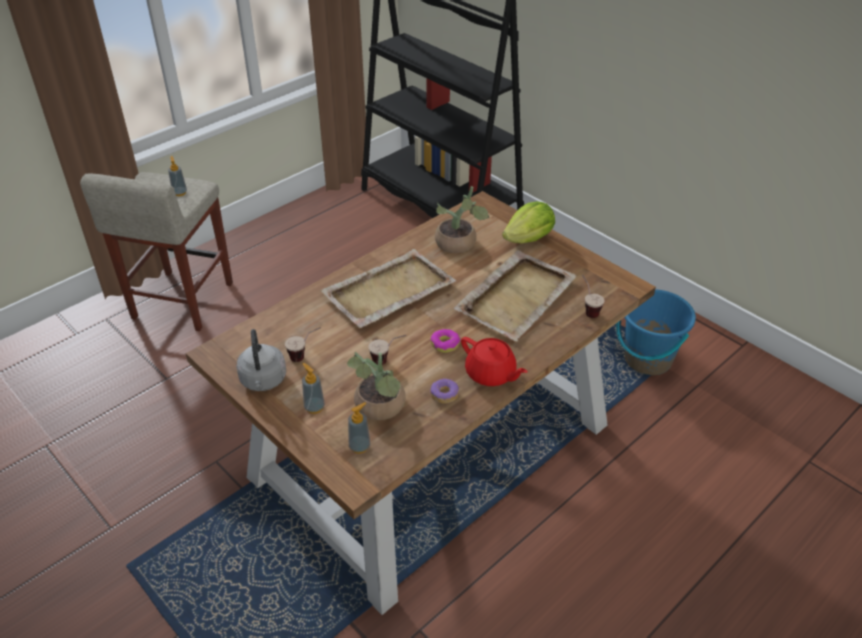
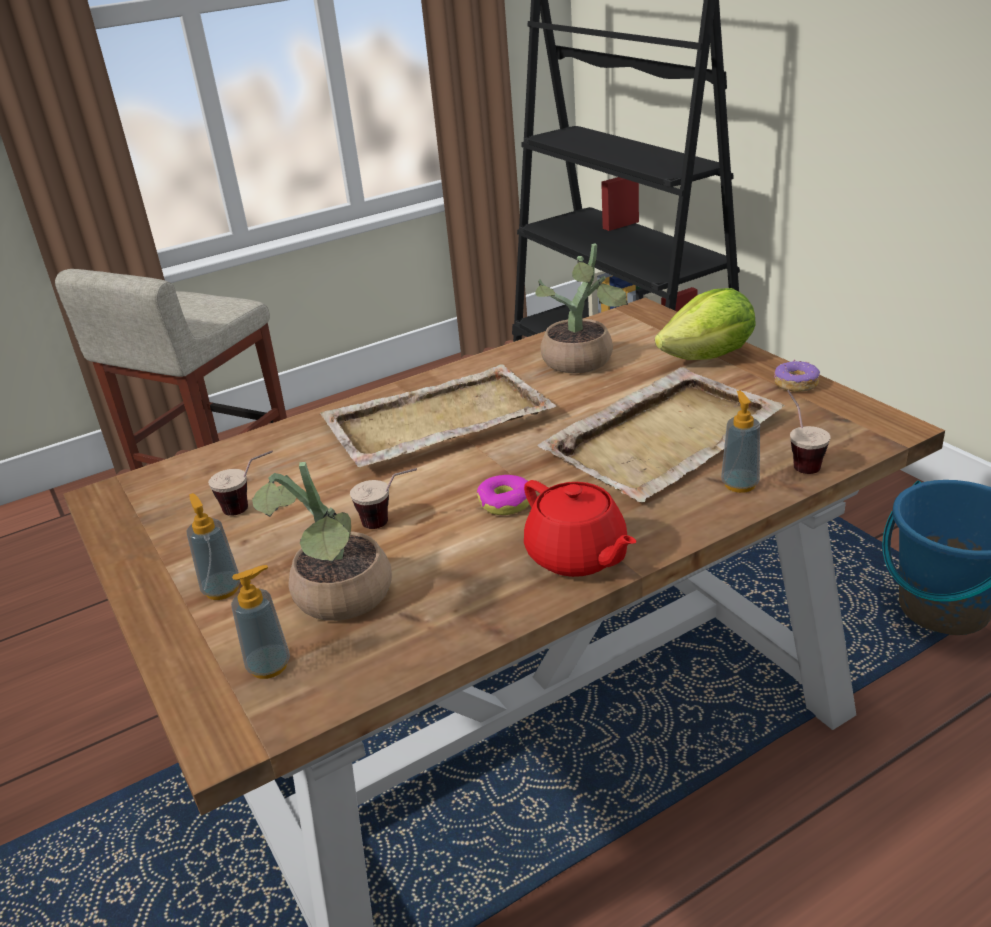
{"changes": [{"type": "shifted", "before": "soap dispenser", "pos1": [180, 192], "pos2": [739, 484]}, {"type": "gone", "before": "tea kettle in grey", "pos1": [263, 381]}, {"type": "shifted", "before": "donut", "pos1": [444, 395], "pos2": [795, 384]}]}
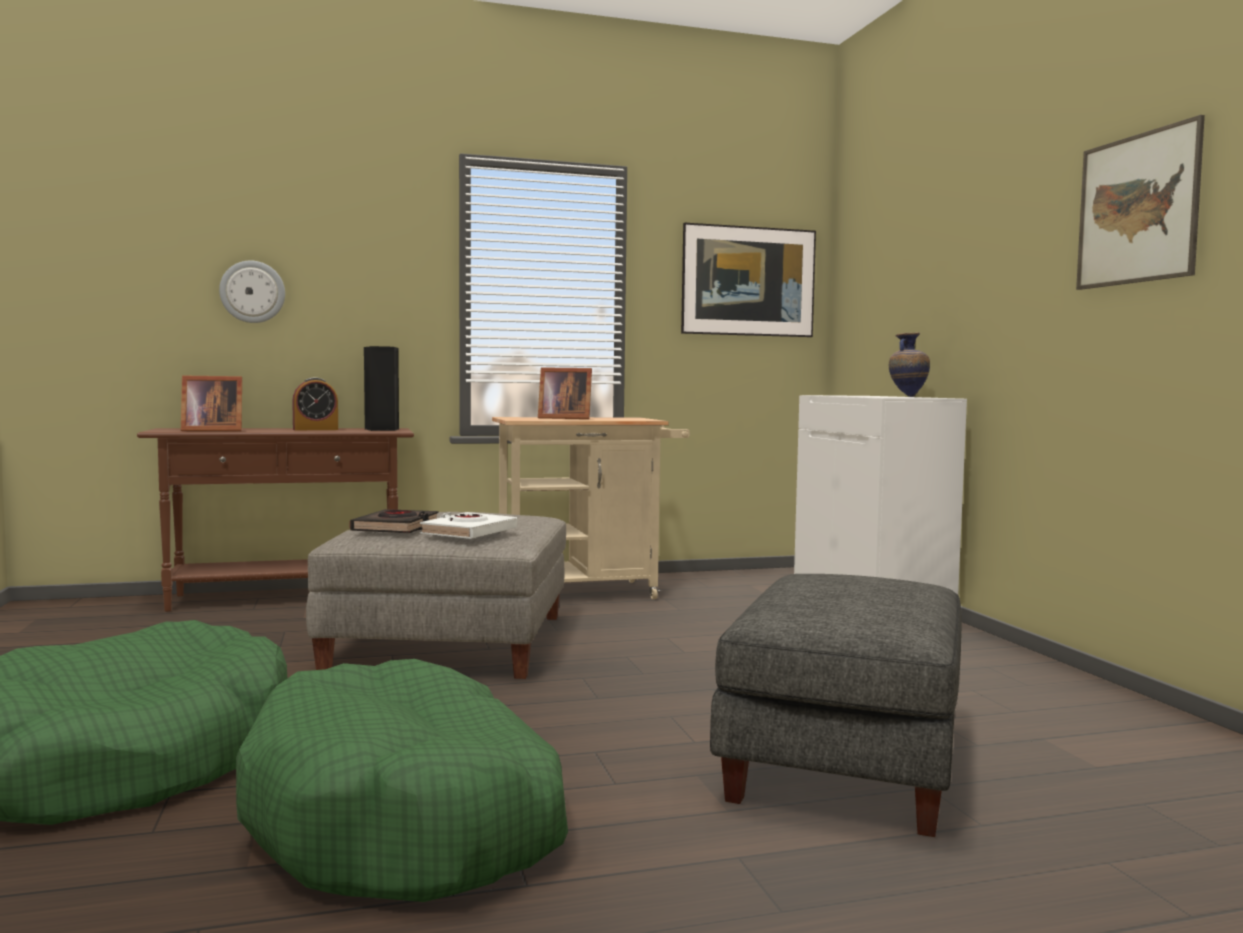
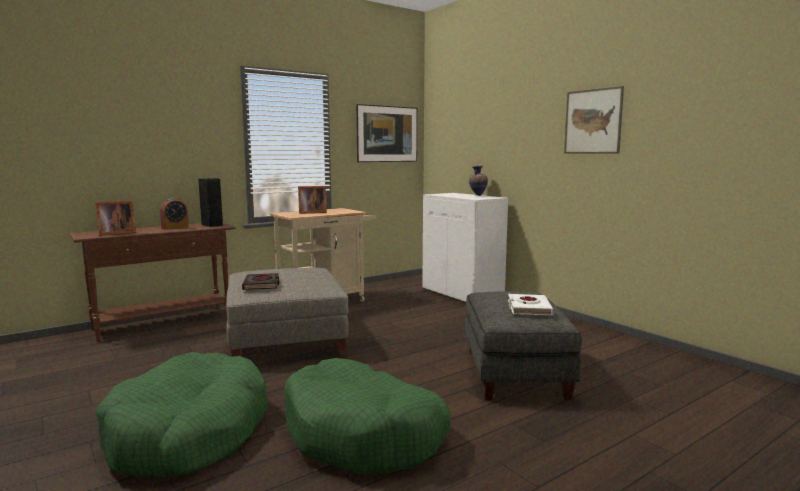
{"changes": [{"type": "gone", "before": "hanging clock", "pos1": [252, 292]}, {"type": "shifted", "before": "bound book in whitish", "pos1": [469, 532], "pos2": [529, 308]}]}
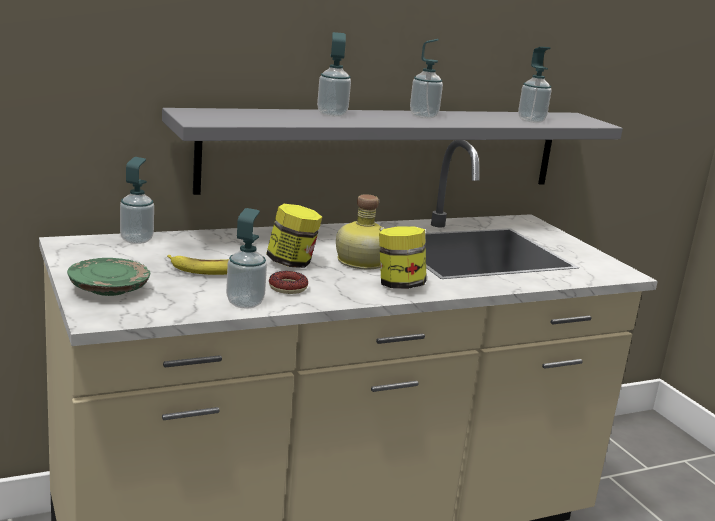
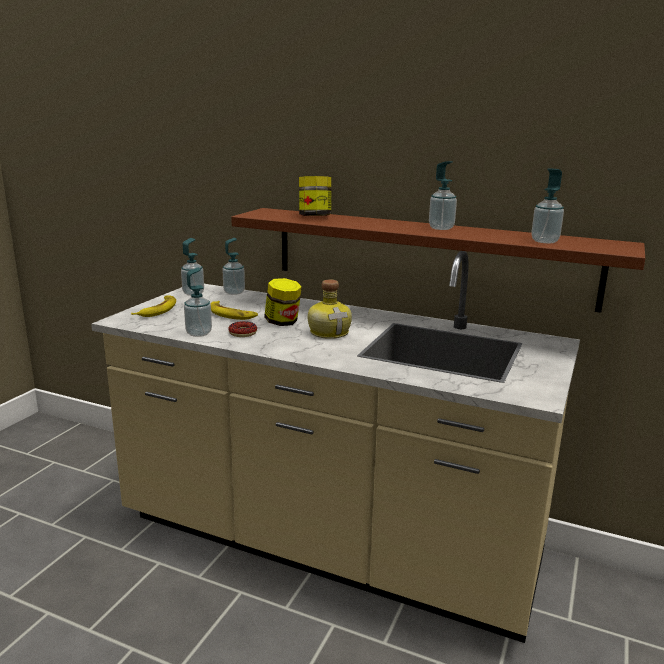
{"changes": [{"type": "shifted", "before": "soap dispenser", "pos1": [332, 114], "pos2": [193, 293]}, {"type": "repainted", "before": "wall shelf in grey", "after": "wall shelf in brownish", "pos1": [388, 149], "pos2": [429, 256]}, {"type": "shifted", "before": "preserve jar", "pos1": [399, 285], "pos2": [315, 217]}, {"type": "swapped", "before": "plate in greenish", "after": "banana fruit", "pos1": [109, 289], "pos2": [158, 310]}]}
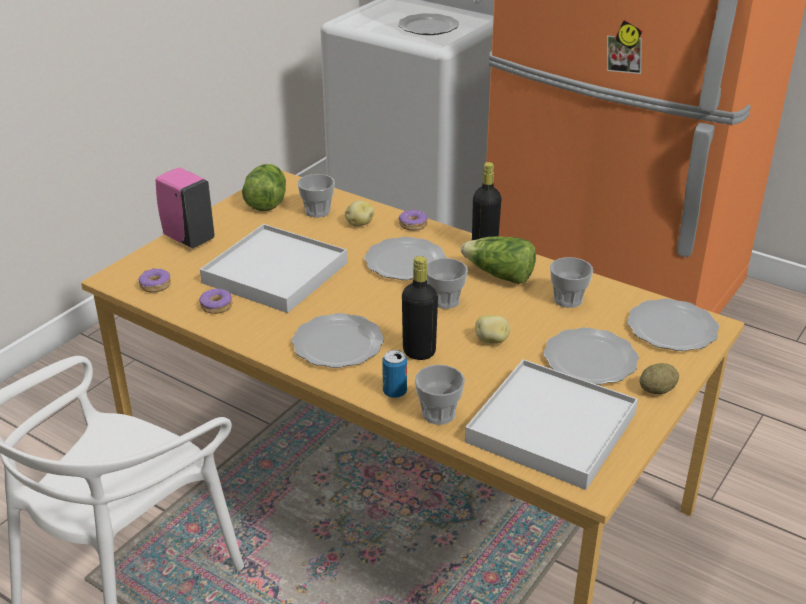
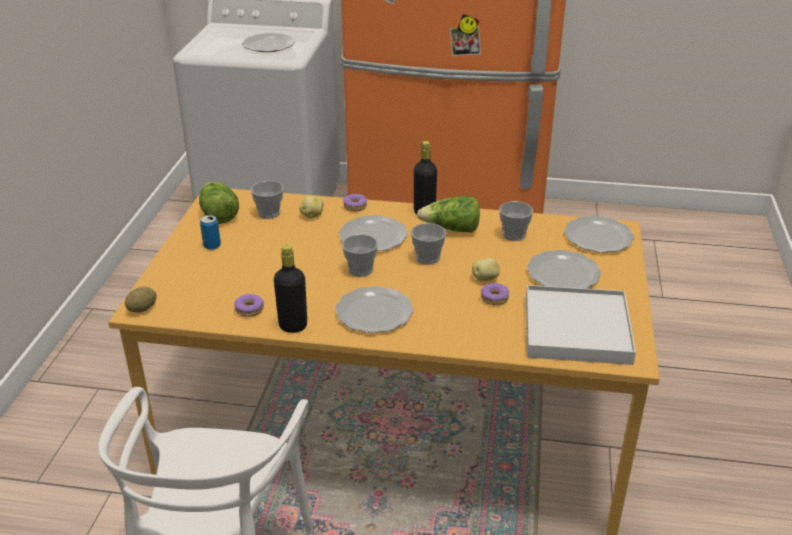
{"changes": [{"type": "gone", "before": "soap dispenser in pinkish", "pos1": [187, 238]}, {"type": "gone", "before": "serving tray in whitish", "pos1": [275, 272]}, {"type": "shifted", "before": "beverage bottle in black", "pos1": [419, 352], "pos2": [293, 326]}, {"type": "shifted", "before": "donut", "pos1": [155, 285], "pos2": [494, 298]}, {"type": "shifted", "before": "can", "pos1": [394, 392], "pos2": [212, 246]}, {"type": "shifted", "before": "whole potato", "pos1": [657, 390], "pos2": [142, 309]}, {"type": "shifted", "before": "small cup", "pos1": [438, 414], "pos2": [360, 270]}]}
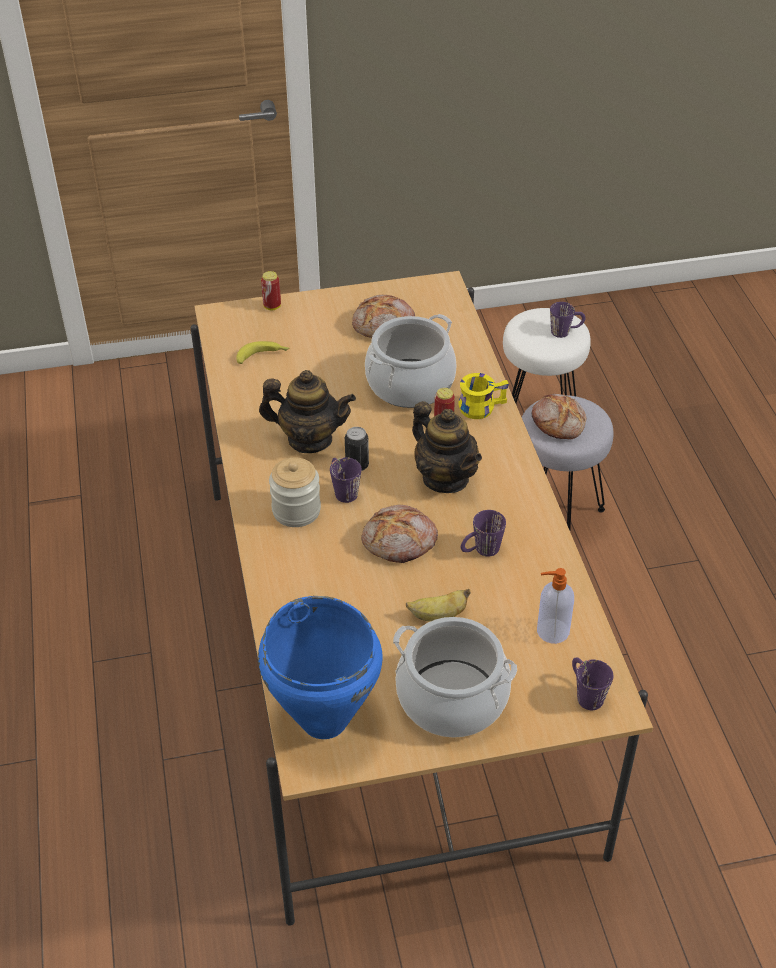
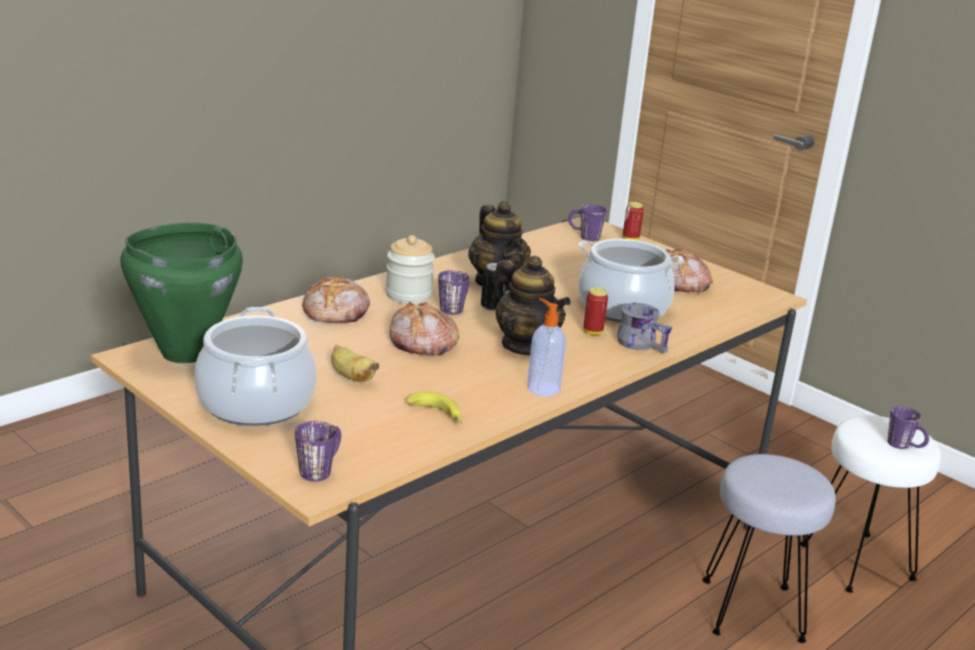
{"changes": [{"type": "shifted", "before": "banana fruit", "pos1": [263, 356], "pos2": [438, 415]}, {"type": "repainted", "before": "tea mug in yellow", "after": "tea mug in grey", "pos1": [480, 405], "pos2": [642, 343]}, {"type": "shifted", "before": "bread", "pos1": [559, 422], "pos2": [337, 312]}, {"type": "rotated", "before": "pot for tea", "pos1": [445, 478], "pos2": [525, 346], "turn": -60}, {"type": "shifted", "before": "tea mug in purple-coloured", "pos1": [481, 551], "pos2": [584, 236]}, {"type": "shifted", "before": "soap dispenser", "pos1": [551, 631], "pos2": [542, 388]}, {"type": "repainted", "before": "stockpot in bluish", "after": "stockpot in greenish", "pos1": [323, 720], "pos2": [184, 353]}]}
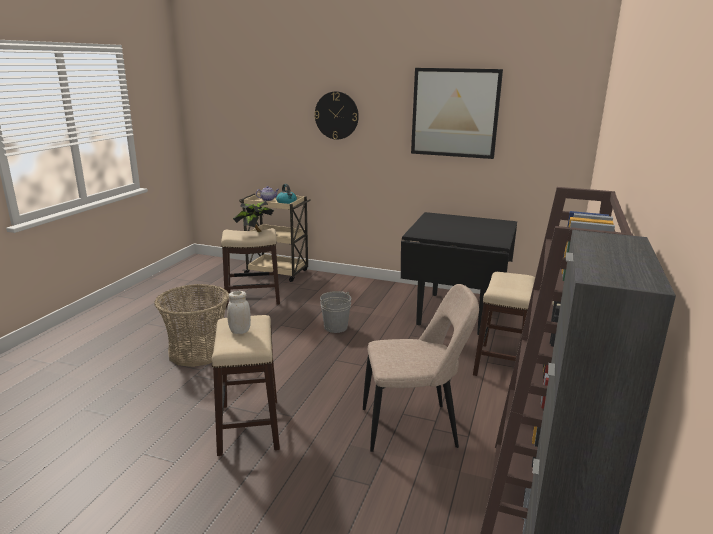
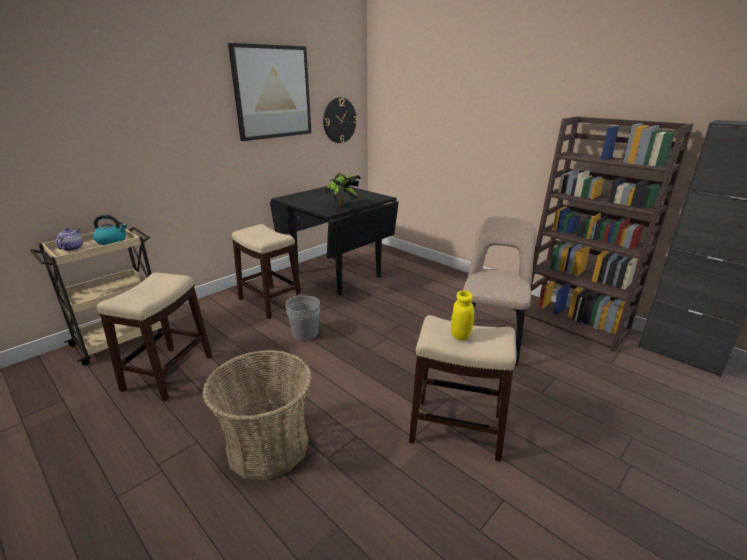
{"changes": [{"type": "shifted", "before": "hanging clock", "pos1": [336, 115], "pos2": [339, 120]}, {"type": "shifted", "before": "potted plant", "pos1": [255, 232], "pos2": [343, 207]}, {"type": "shifted", "before": "stool seat", "pos1": [501, 363], "pos2": [269, 301]}, {"type": "repainted", "before": "preserve jar in whitish", "after": "preserve jar in yellow", "pos1": [240, 331], "pos2": [460, 335]}]}
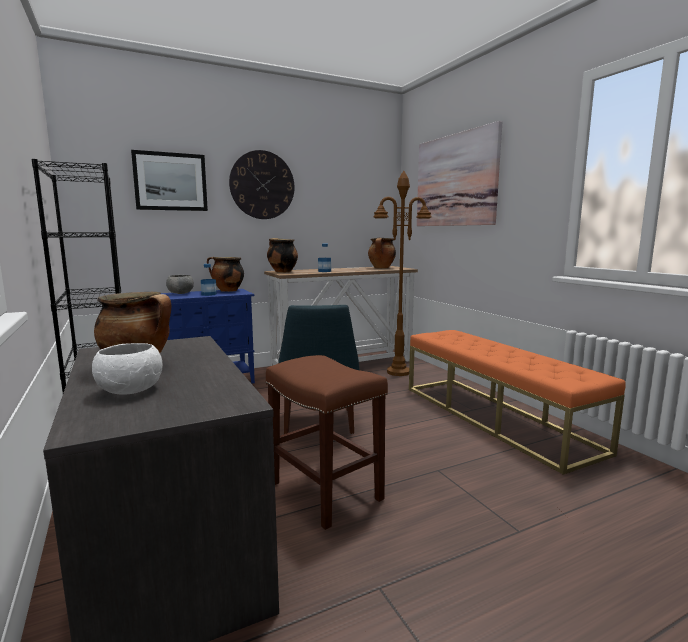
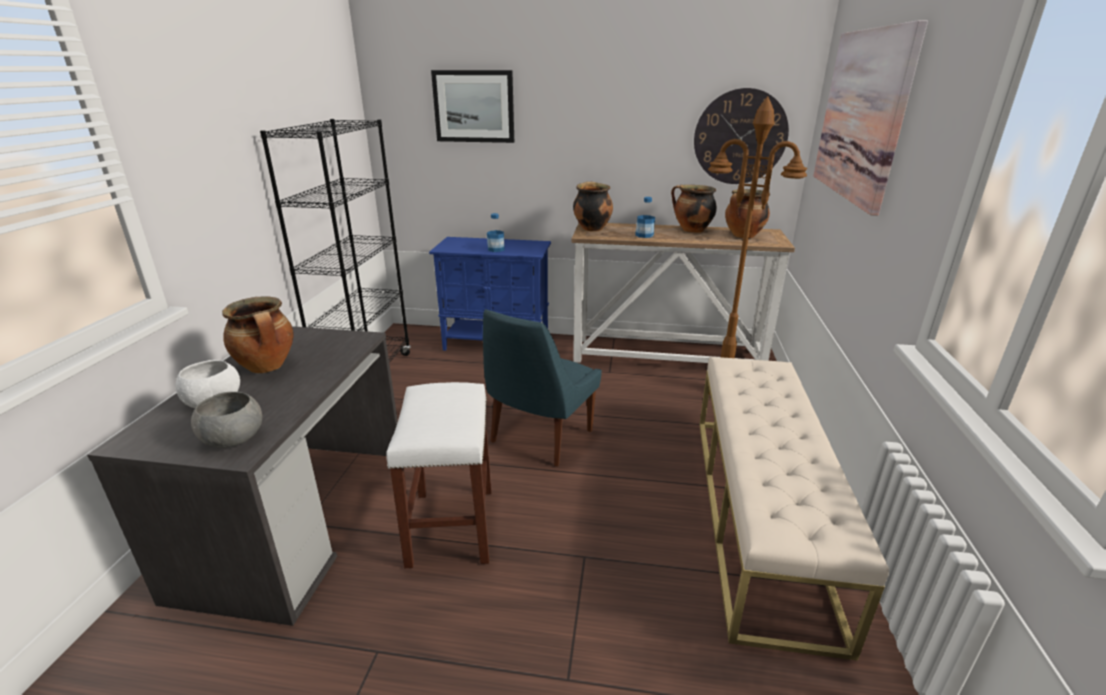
{"changes": [{"type": "shifted", "before": "hanging clock", "pos1": [262, 185], "pos2": [740, 137]}, {"type": "shifted", "before": "stockpot", "pos1": [227, 291], "pos2": [691, 230]}, {"type": "shifted", "before": "bowl in grey", "pos1": [180, 293], "pos2": [233, 439]}, {"type": "repainted", "before": "long seat in orangey", "after": "long seat in sand-coloured", "pos1": [495, 417], "pos2": [759, 514]}, {"type": "repainted", "before": "stool seat in brownish", "after": "stool seat in whitish", "pos1": [327, 491], "pos2": [452, 527]}]}
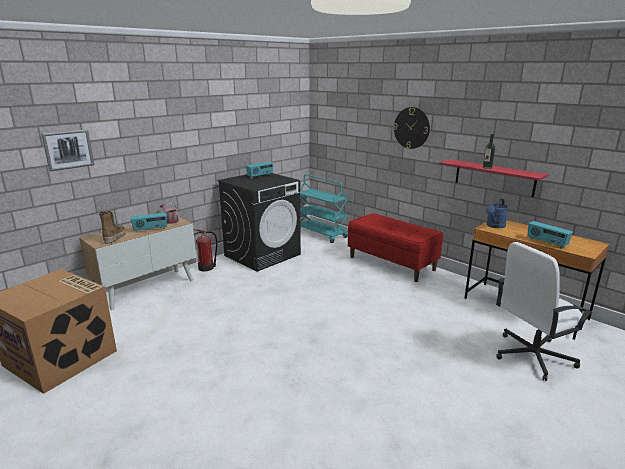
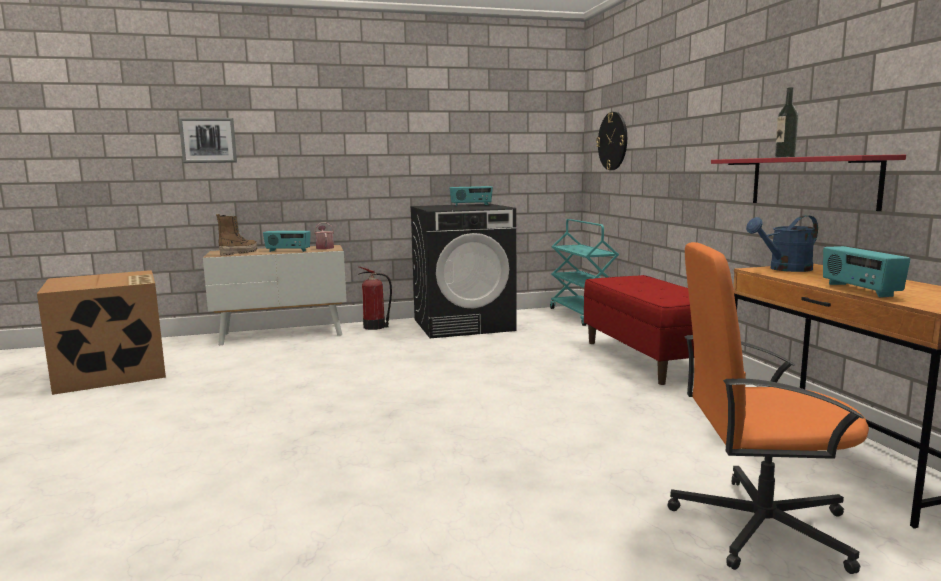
{"changes": [{"type": "shifted", "before": "hanging clock", "pos1": [411, 128], "pos2": [613, 141]}, {"type": "repainted", "before": "computer chair in whitish", "after": "computer chair in orangey", "pos1": [532, 356], "pos2": [758, 525]}]}
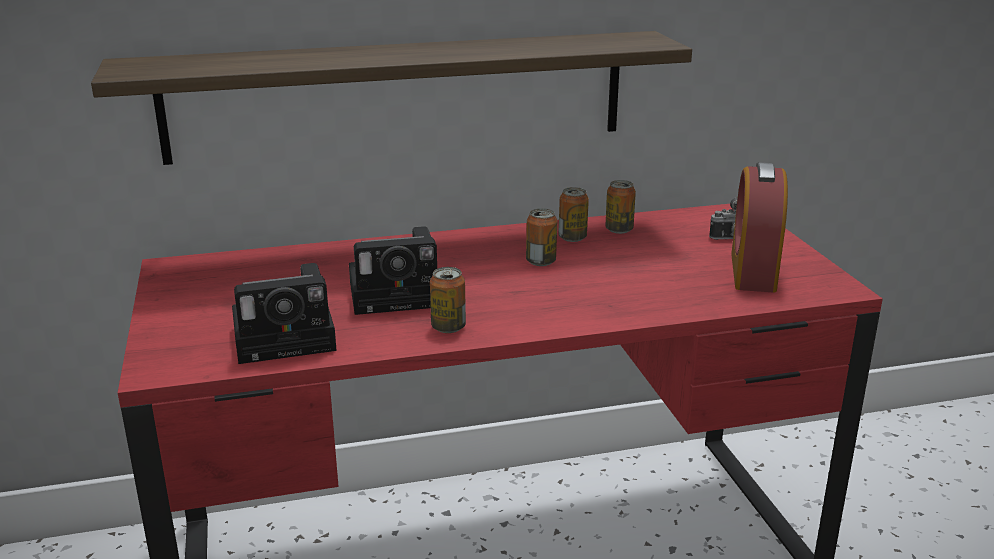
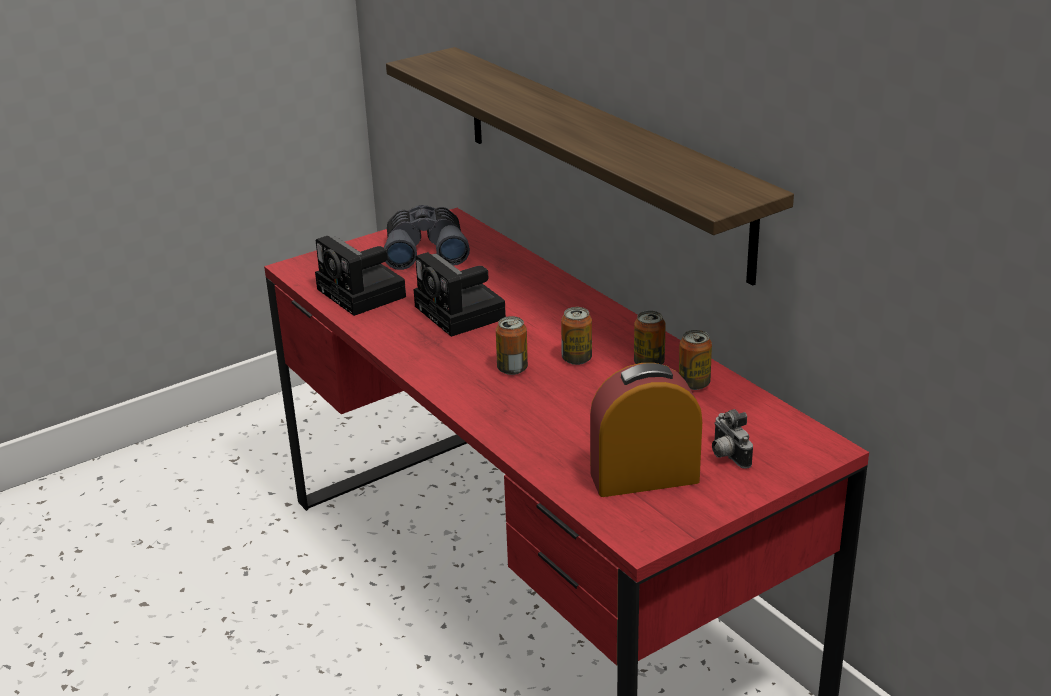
{"changes": [{"type": "shifted", "before": "can", "pos1": [448, 327], "pos2": [512, 369]}, {"type": "new", "after": "pair of binoculars in grey", "pos2": [425, 249]}]}
